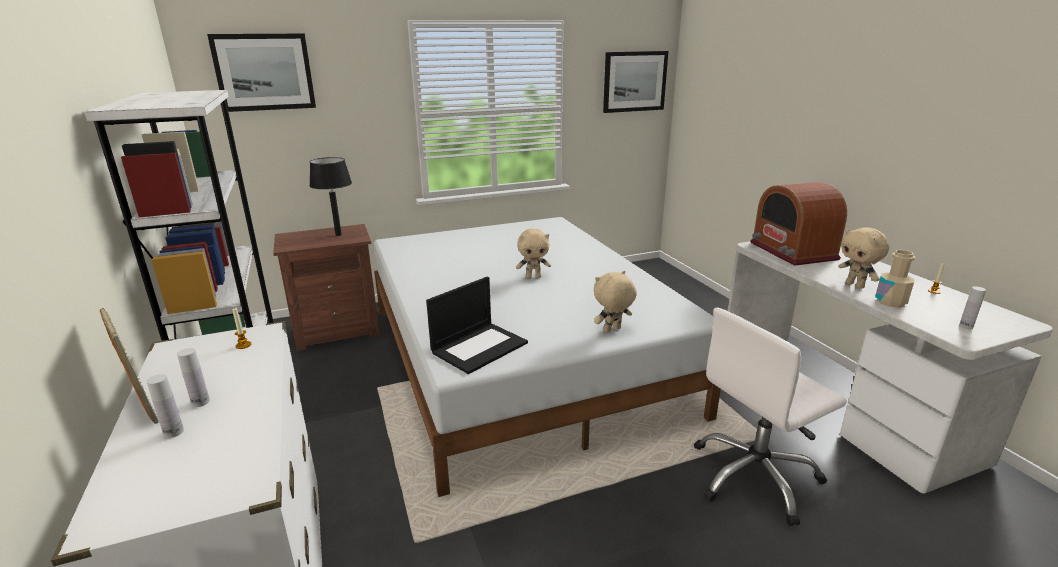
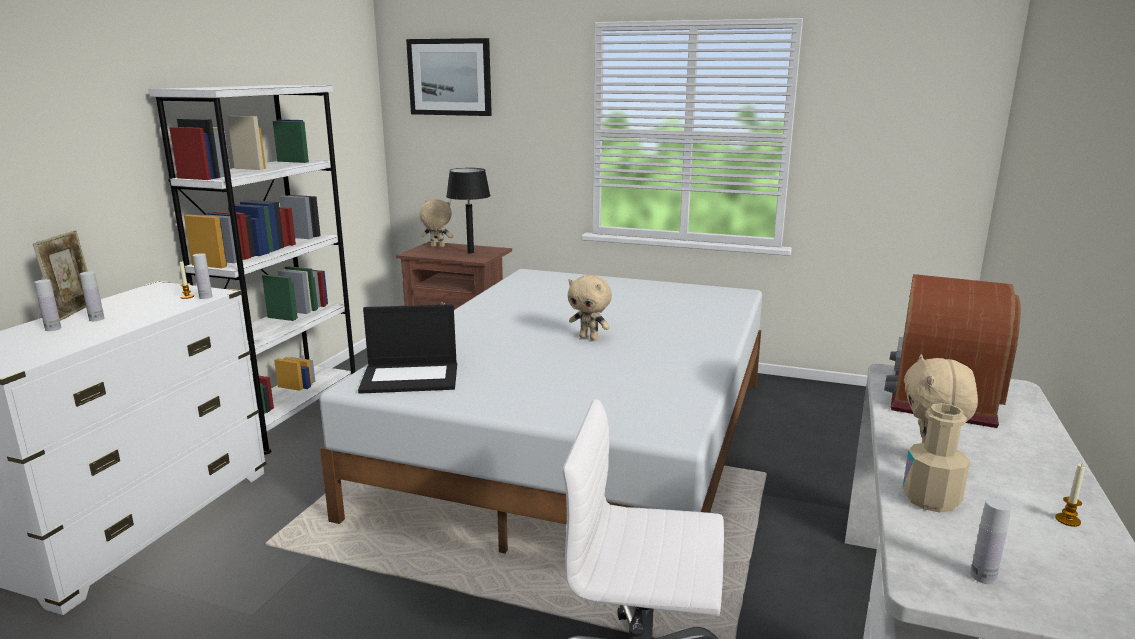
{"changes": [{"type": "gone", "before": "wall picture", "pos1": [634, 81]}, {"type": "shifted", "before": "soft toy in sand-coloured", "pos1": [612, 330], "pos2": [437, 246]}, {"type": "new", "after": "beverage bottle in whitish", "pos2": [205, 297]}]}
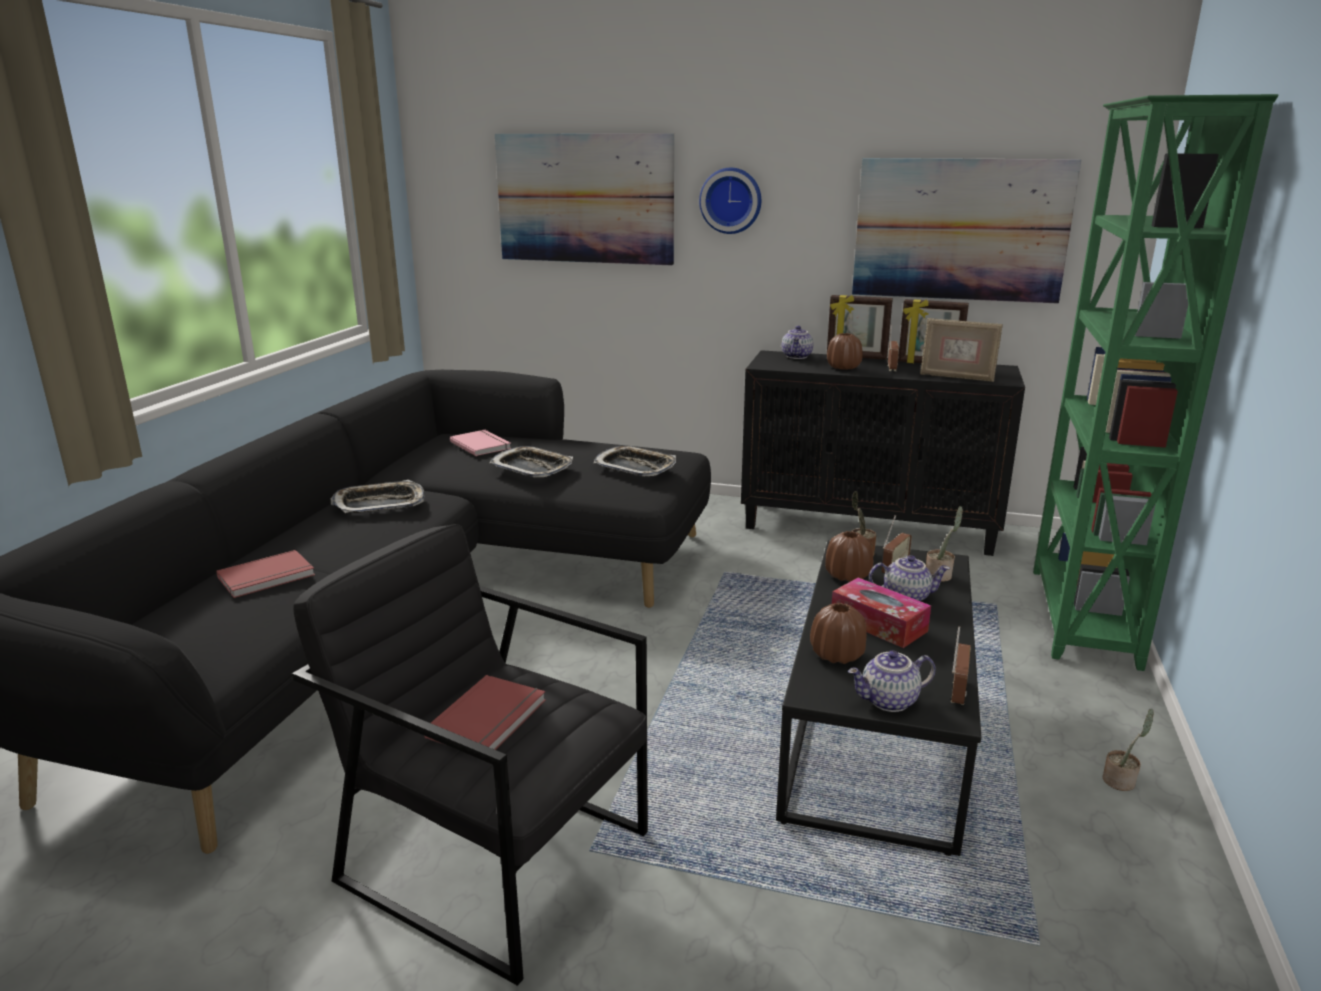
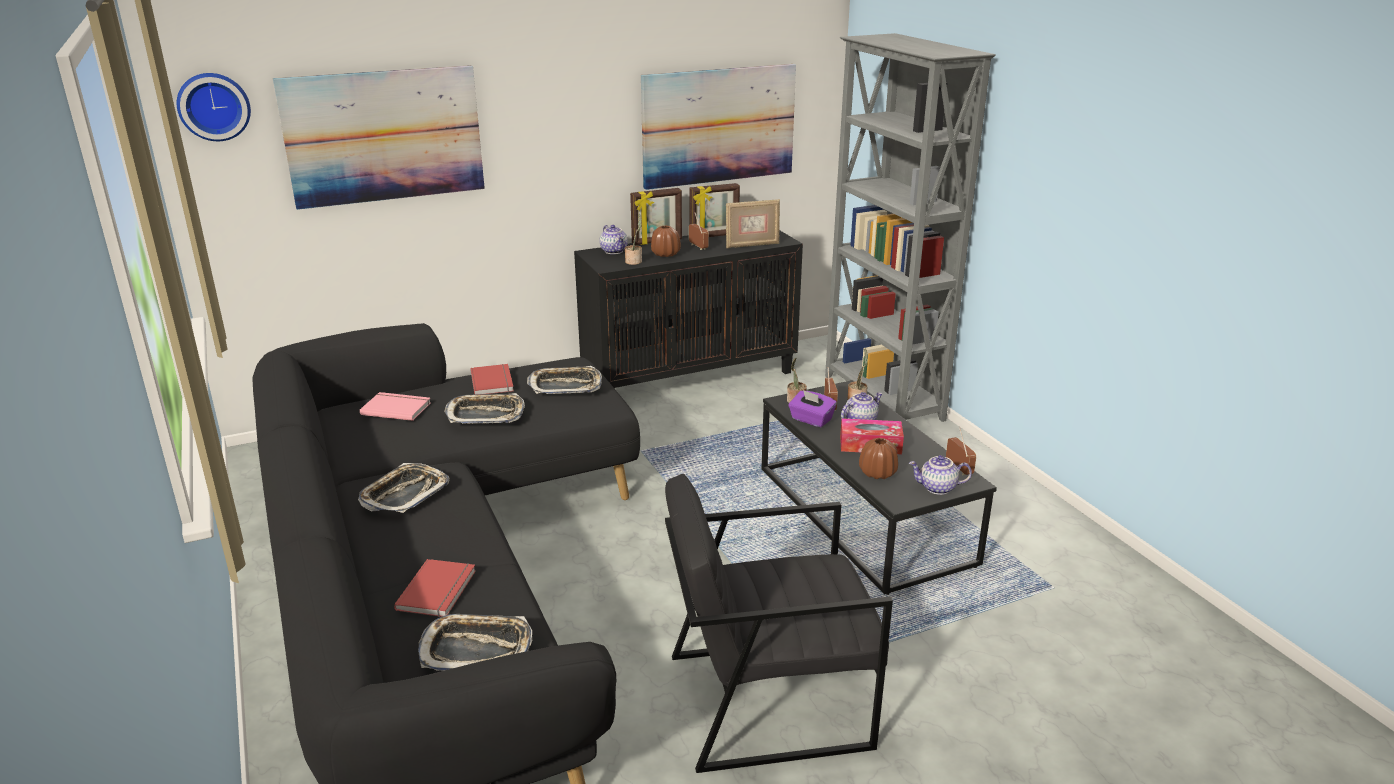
{"changes": [{"type": "repainted", "before": "bookcase in greenish", "after": "bookcase in grey", "pos1": [1081, 617], "pos2": [882, 398]}, {"type": "shifted", "before": "hanging clock", "pos1": [731, 200], "pos2": [214, 106]}, {"type": "swapped", "before": "flower vase in brownish", "after": "box of tissues in purple-coloured", "pos1": [847, 576], "pos2": [811, 420]}, {"type": "rotated", "before": "pot for tea", "pos1": [889, 702], "pos2": [937, 488], "turn": 60}, {"type": "shifted", "before": "bound book in red-coloured", "pos1": [490, 719], "pos2": [493, 381]}, {"type": "shifted", "before": "potted plant", "pos1": [1121, 781], "pos2": [634, 261]}, {"type": "new", "after": "serving tray", "pos2": [476, 650]}]}
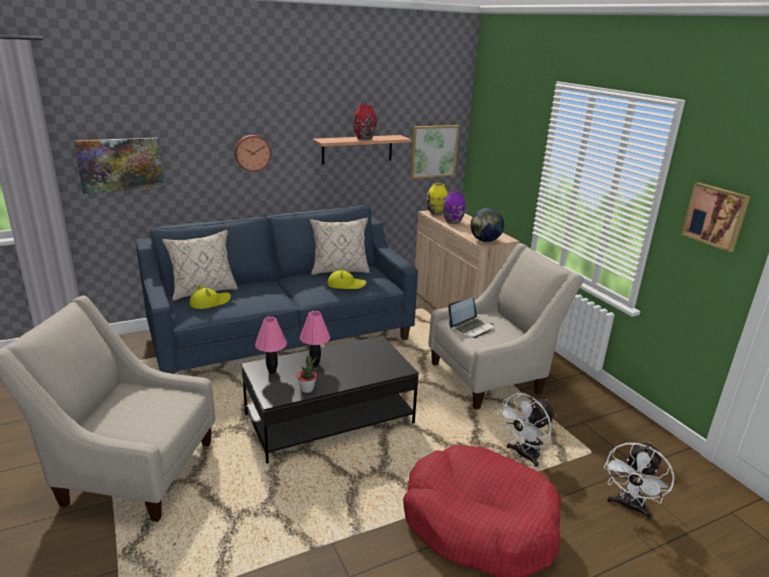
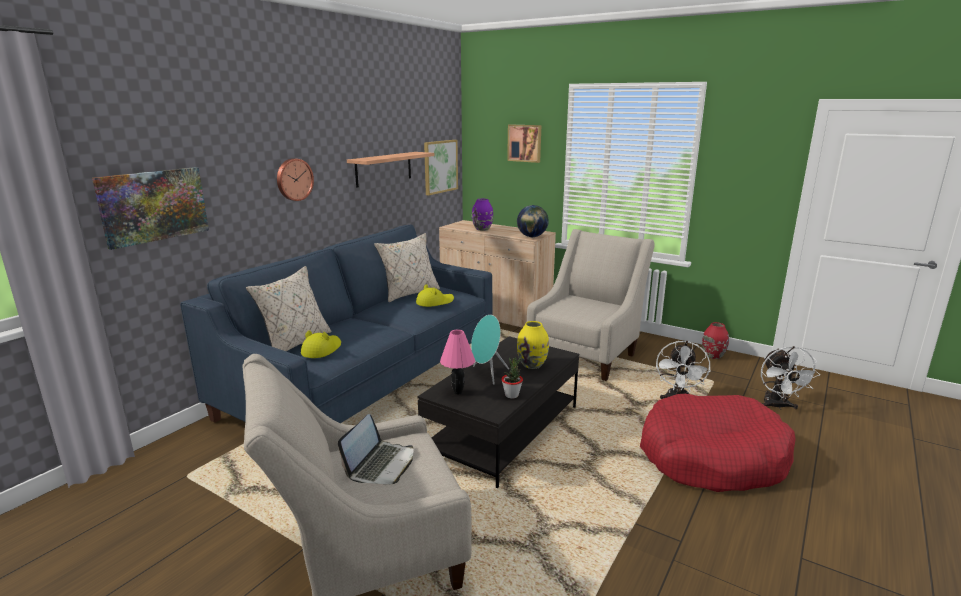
{"changes": [{"type": "shifted", "before": "flower vase in red-coloured", "pos1": [364, 138], "pos2": [712, 356]}, {"type": "shifted", "before": "wall picture", "pos1": [716, 216], "pos2": [525, 143]}, {"type": "shifted", "before": "flower vase in yellow", "pos1": [436, 213], "pos2": [532, 365]}, {"type": "shifted", "before": "portable computer", "pos1": [471, 328], "pos2": [381, 464]}, {"type": "swapped", "before": "tabletop lamp in pinkish", "after": "loudspeaker in turquoise", "pos1": [315, 364], "pos2": [487, 374]}]}
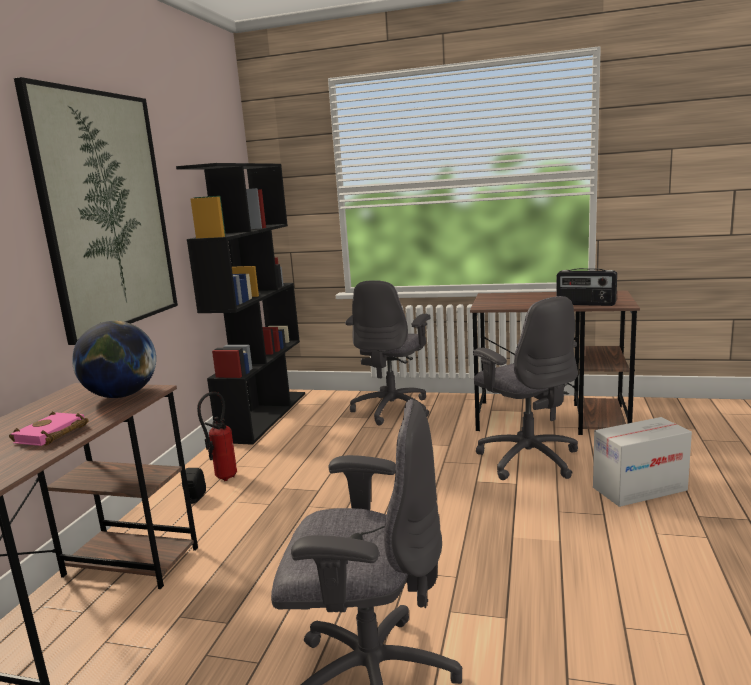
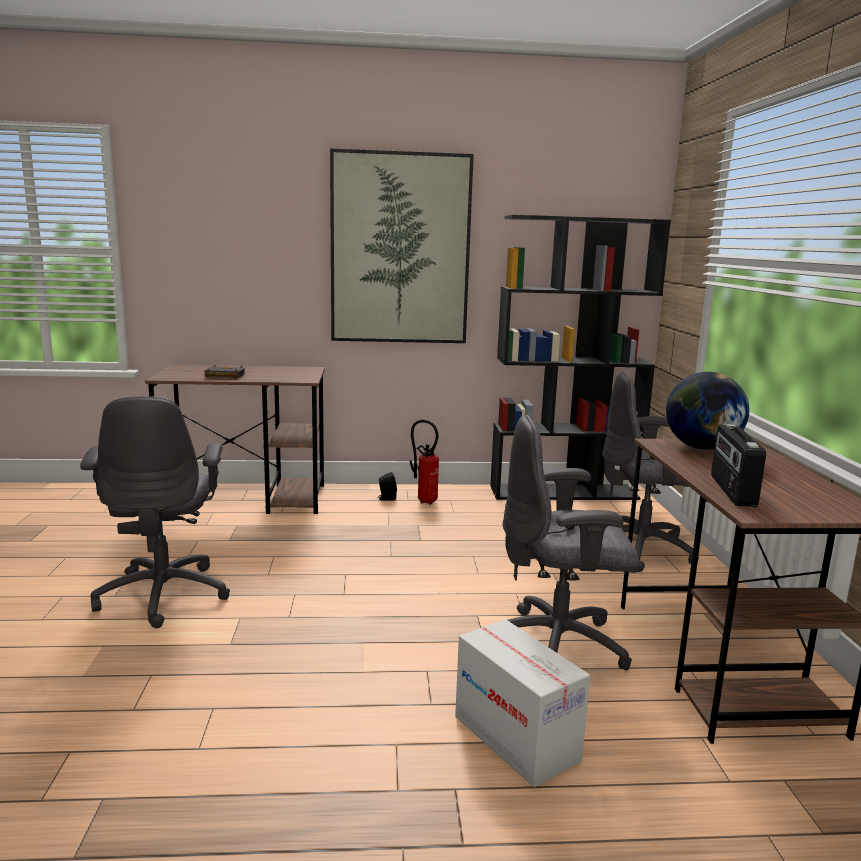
{"changes": [{"type": "rotated", "before": "computer chair in grey", "pos1": [527, 458], "pos2": [559, 647], "turn": 45}, {"type": "shifted", "before": "desk globe", "pos1": [121, 395], "pos2": [701, 448]}, {"type": "repainted", "before": "bound book in pinkish", "after": "bound book in black", "pos1": [51, 435], "pos2": [223, 376]}]}
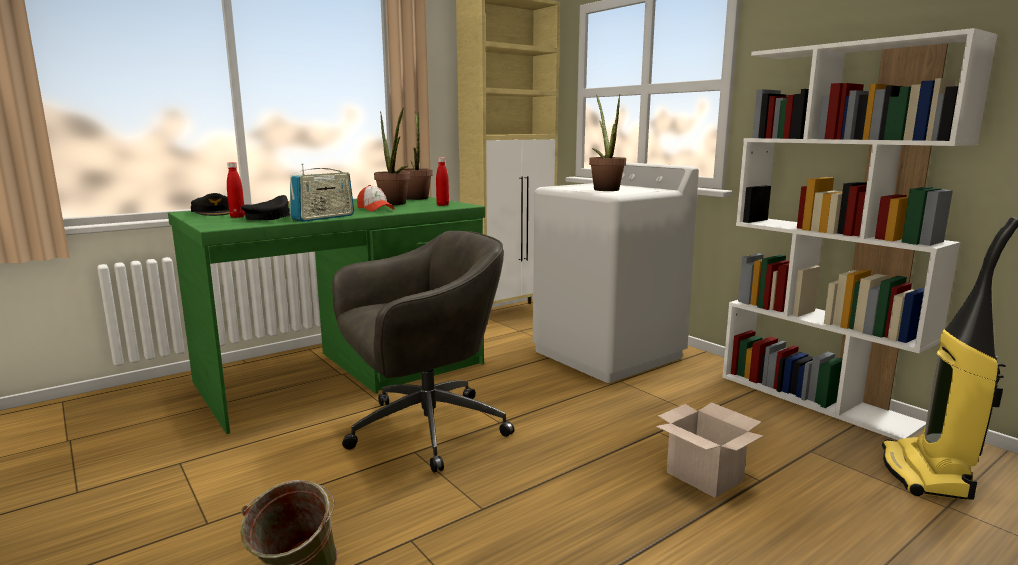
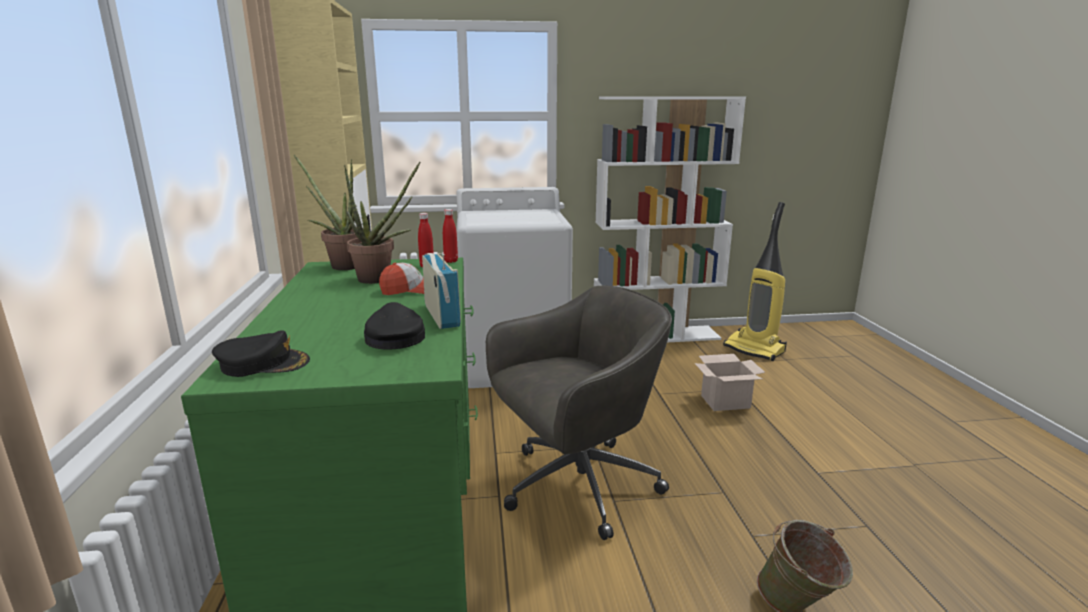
{"changes": [{"type": "gone", "before": "potted plant", "pos1": [604, 189]}, {"type": "shifted", "before": "beverage bottle in red-coloured", "pos1": [237, 217], "pos2": [451, 261]}, {"type": "rotated", "before": "computer chair in grey", "pos1": [423, 430], "pos2": [576, 486], "turn": 60}]}
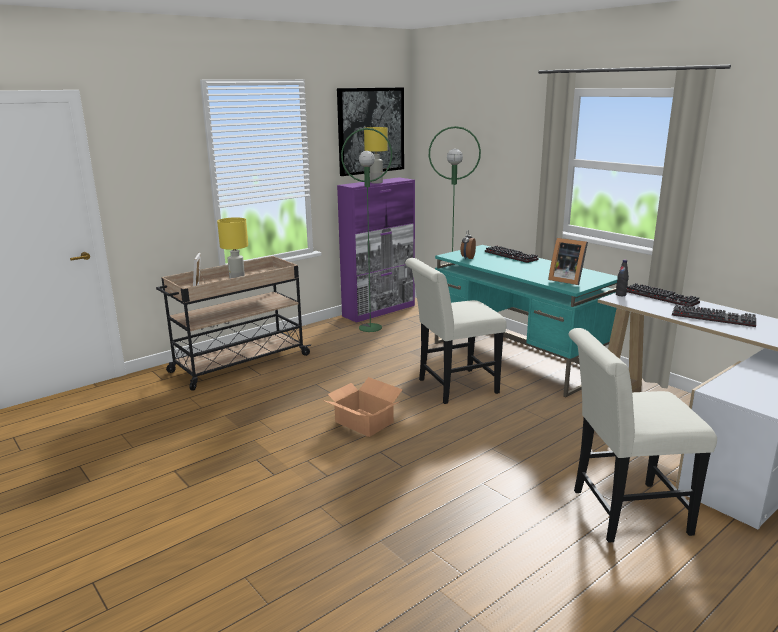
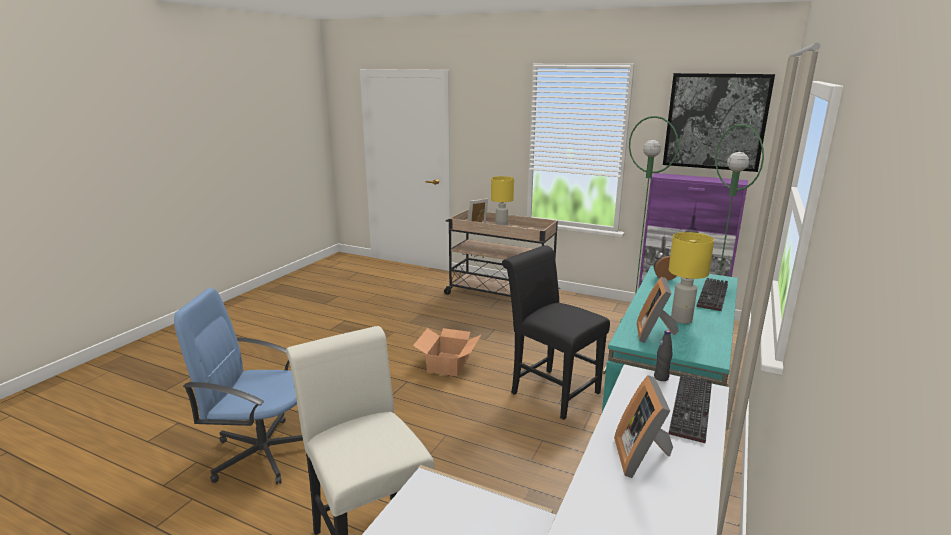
{"changes": [{"type": "shifted", "before": "tabletop lamp in yellow", "pos1": [376, 182], "pos2": [681, 319]}, {"type": "repainted", "before": "plain chair in whitish", "after": "plain chair in black", "pos1": [452, 387], "pos2": [550, 390]}, {"type": "swapped", "before": "computer keyboard", "after": "photo frame", "pos1": [714, 317], "pos2": [642, 457]}, {"type": "new", "after": "computer chair in bluish", "pos2": [262, 452]}]}
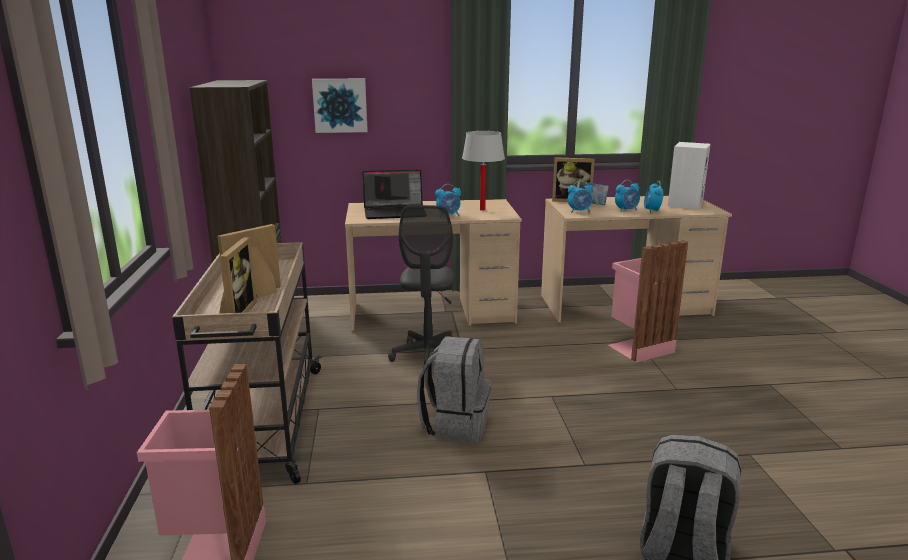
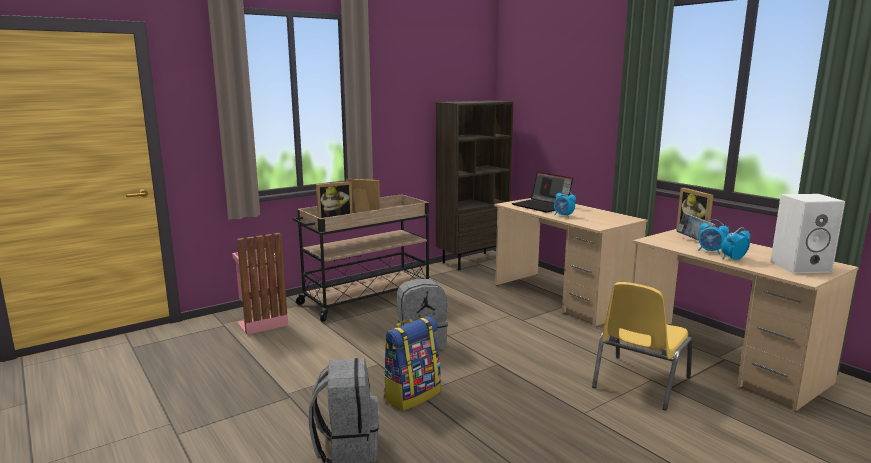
{"changes": [{"type": "gone", "before": "wall picture", "pos1": [340, 105]}, {"type": "gone", "before": "tabletop lamp in whitish", "pos1": [482, 210]}, {"type": "gone", "before": "table clock", "pos1": [579, 211]}, {"type": "gone", "before": "computer chair in grey", "pos1": [428, 356]}, {"type": "swapped", "before": "trash can in pinkish", "after": "plain chair in yellow", "pos1": [638, 347], "pos2": [639, 383]}, {"type": "new", "after": "backpack", "pos2": [412, 395]}]}
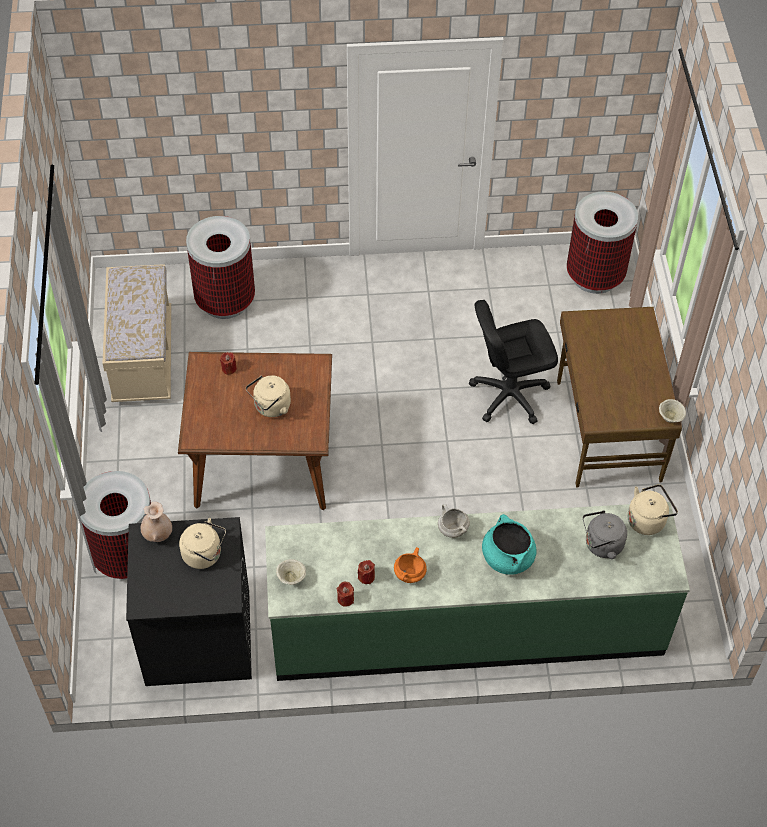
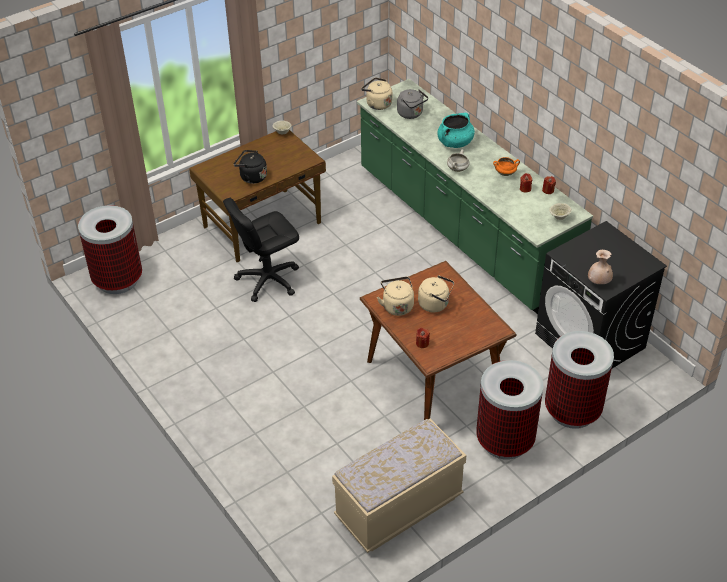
{"changes": [{"type": "shifted", "before": "trash can", "pos1": [225, 300], "pos2": [505, 441]}, {"type": "rotated", "before": "computer chair in black", "pos1": [509, 395], "pos2": [268, 280], "turn": 105}, {"type": "shifted", "before": "tea kettle in sand-coloured", "pos1": [204, 555], "pos2": [397, 305]}, {"type": "new", "after": "tea kettle in black", "pos2": [251, 177]}]}
